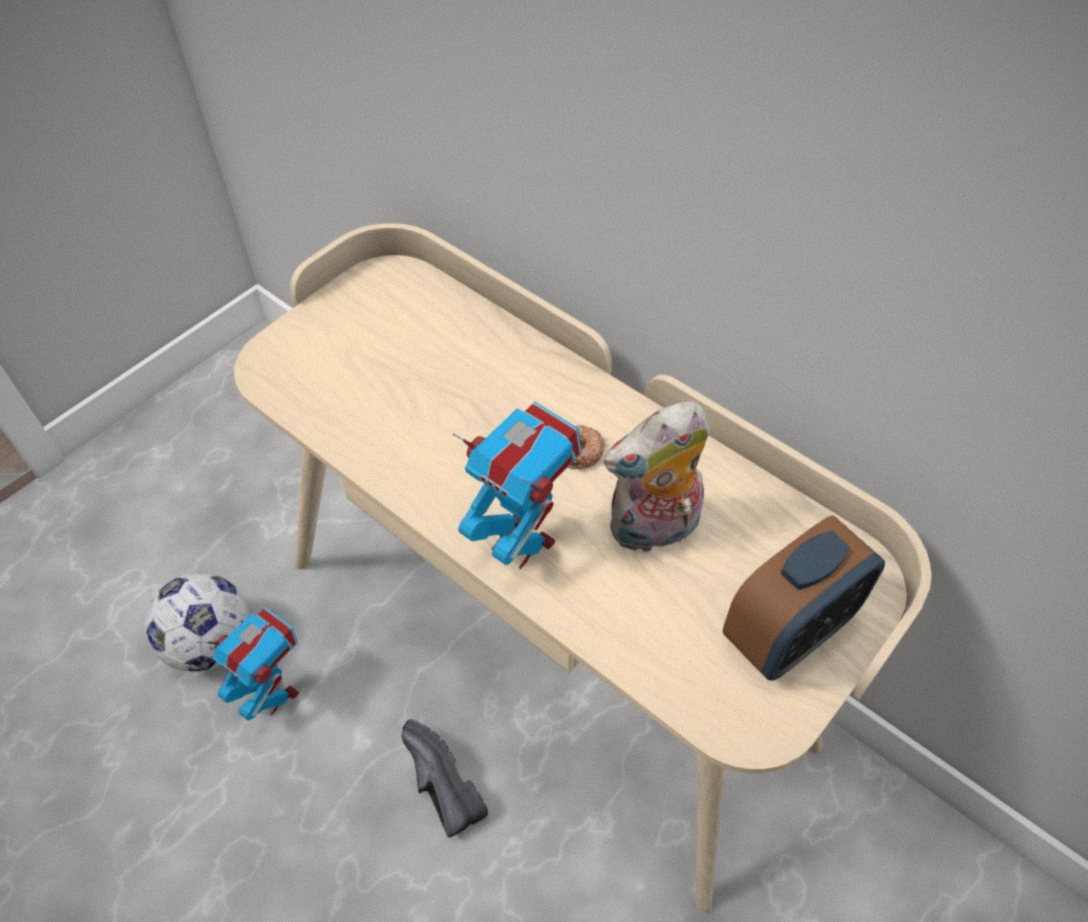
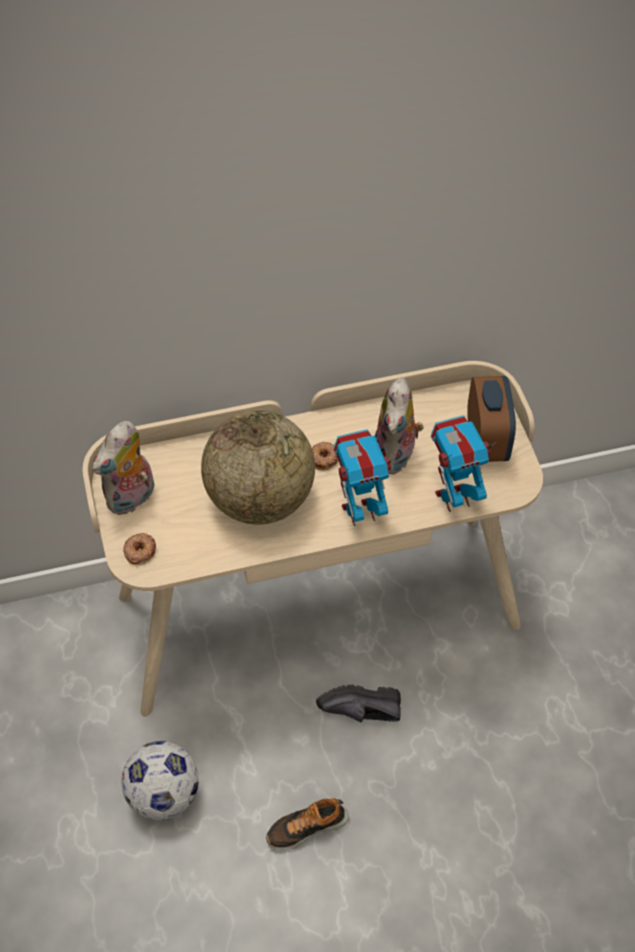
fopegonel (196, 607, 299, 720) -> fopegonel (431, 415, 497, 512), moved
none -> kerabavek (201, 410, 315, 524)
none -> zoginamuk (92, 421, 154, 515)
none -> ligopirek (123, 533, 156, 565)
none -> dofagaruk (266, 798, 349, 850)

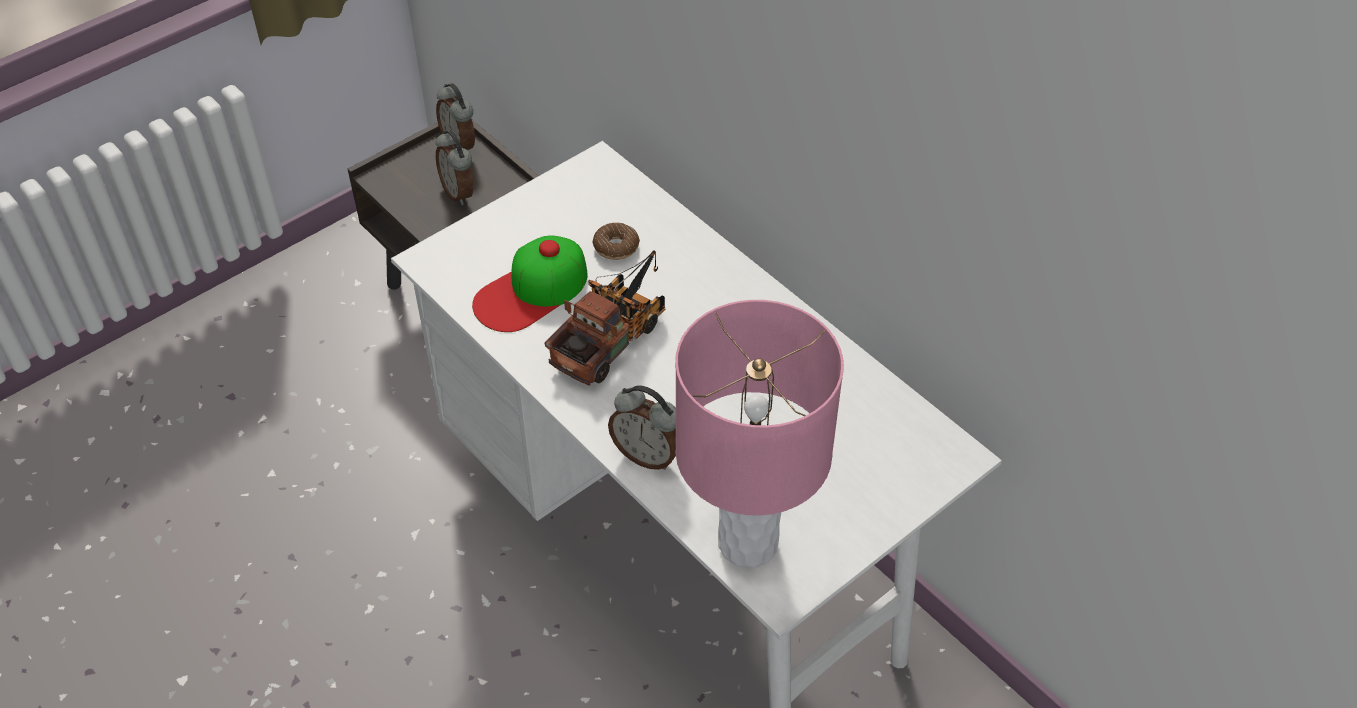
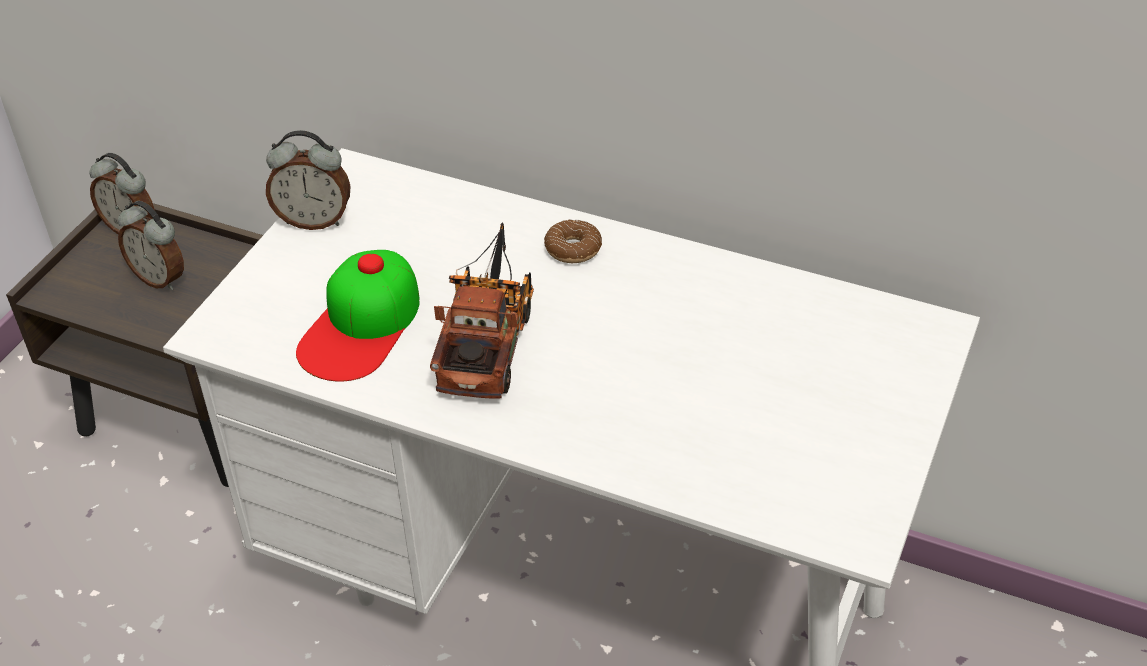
ligopirek (593, 222, 640, 260) -> ligopirek (544, 219, 602, 263), moved
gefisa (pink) (675, 300, 844, 568) -> none
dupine (608, 385, 676, 470) -> dupine (266, 130, 351, 230), moved

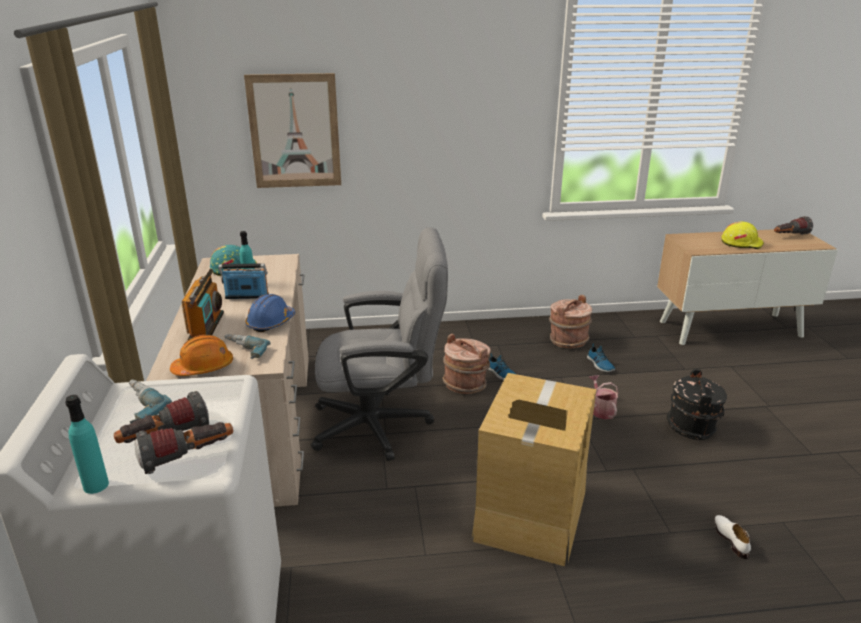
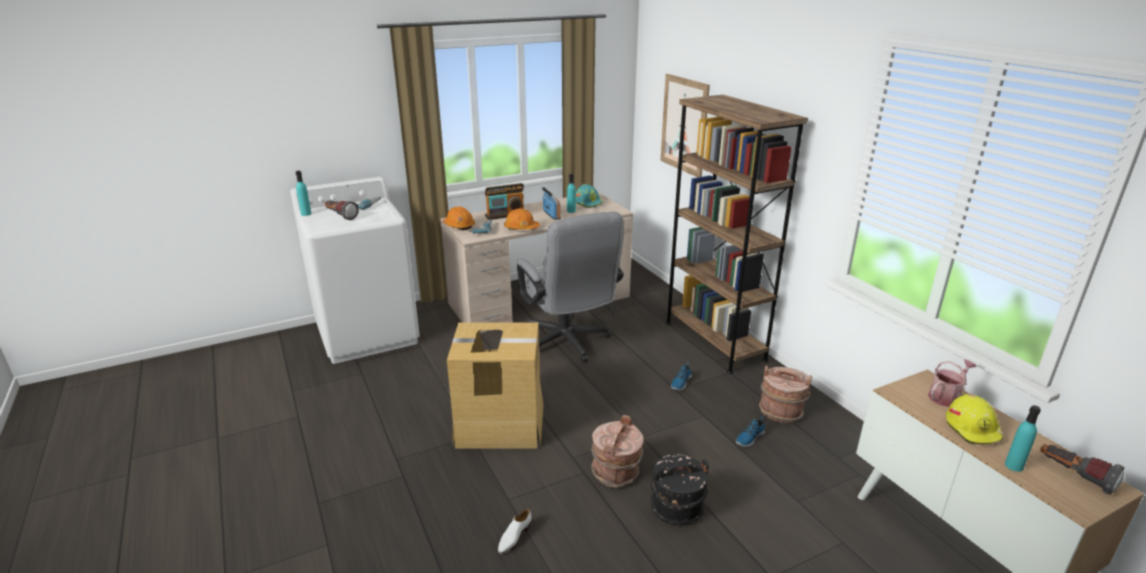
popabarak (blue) (245, 294, 295, 332) -> popabarak (orange) (504, 209, 540, 230)
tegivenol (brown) (442, 334, 490, 394) -> tegivenol (brown) (591, 415, 644, 488), moved
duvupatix (589, 375, 619, 419) -> duvupatix (928, 359, 977, 407), moved
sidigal (135, 422, 233, 474) -> none
dofagaruk (white) (714, 515, 751, 559) -> dofagaruk (white) (498, 509, 531, 554), 150 degrees clockwise
none -> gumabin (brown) (666, 95, 808, 374)
none -> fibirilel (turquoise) (1005, 405, 1041, 472)

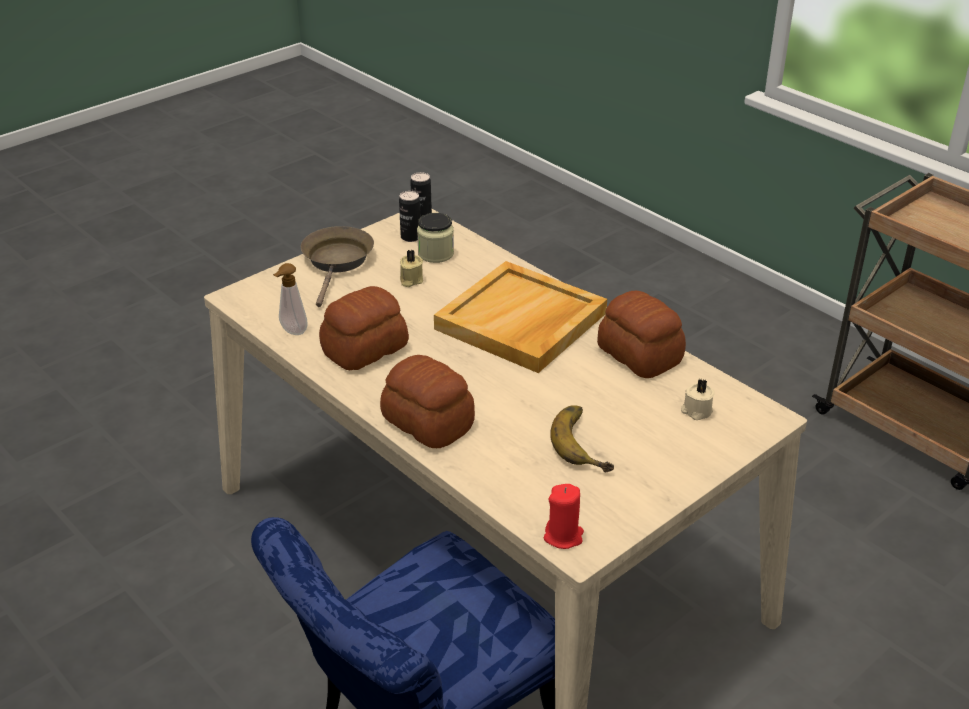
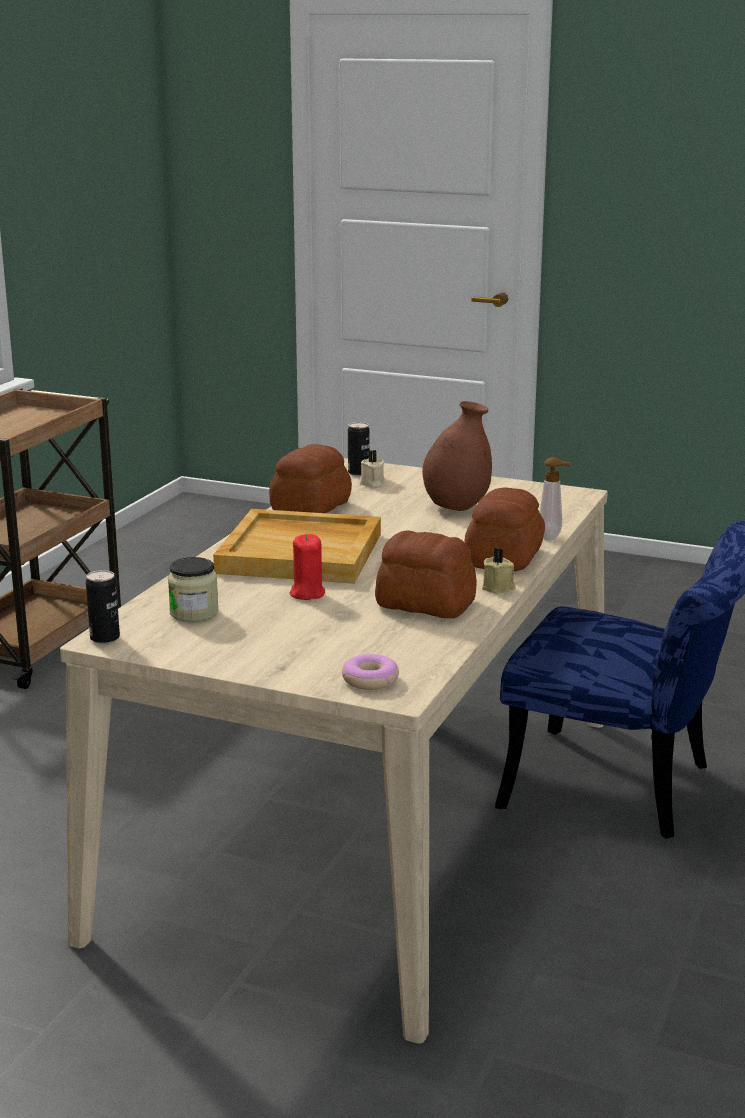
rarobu (399, 191, 420, 242) -> rarobu (348, 422, 370, 476), moved
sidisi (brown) (301, 226, 374, 307) -> none
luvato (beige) (400, 250, 423, 287) -> luvato (beige) (482, 548, 516, 594), moved
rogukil (273, 263, 308, 335) -> rogukil (539, 457, 571, 540), moved
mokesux (550, 405, 614, 472) -> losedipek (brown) (422, 401, 492, 511)
luvato (red) (544, 484, 584, 549) -> luvato (red) (290, 534, 325, 600), moved
none -> ligopirek (342, 654, 399, 690)

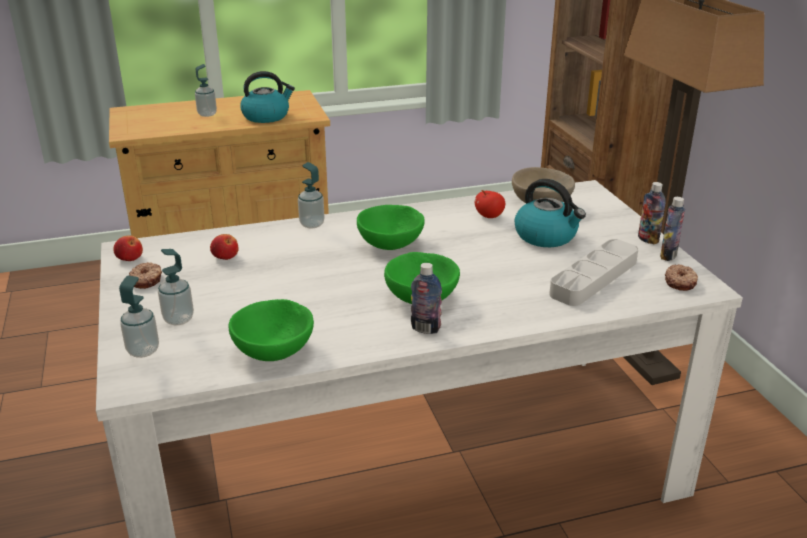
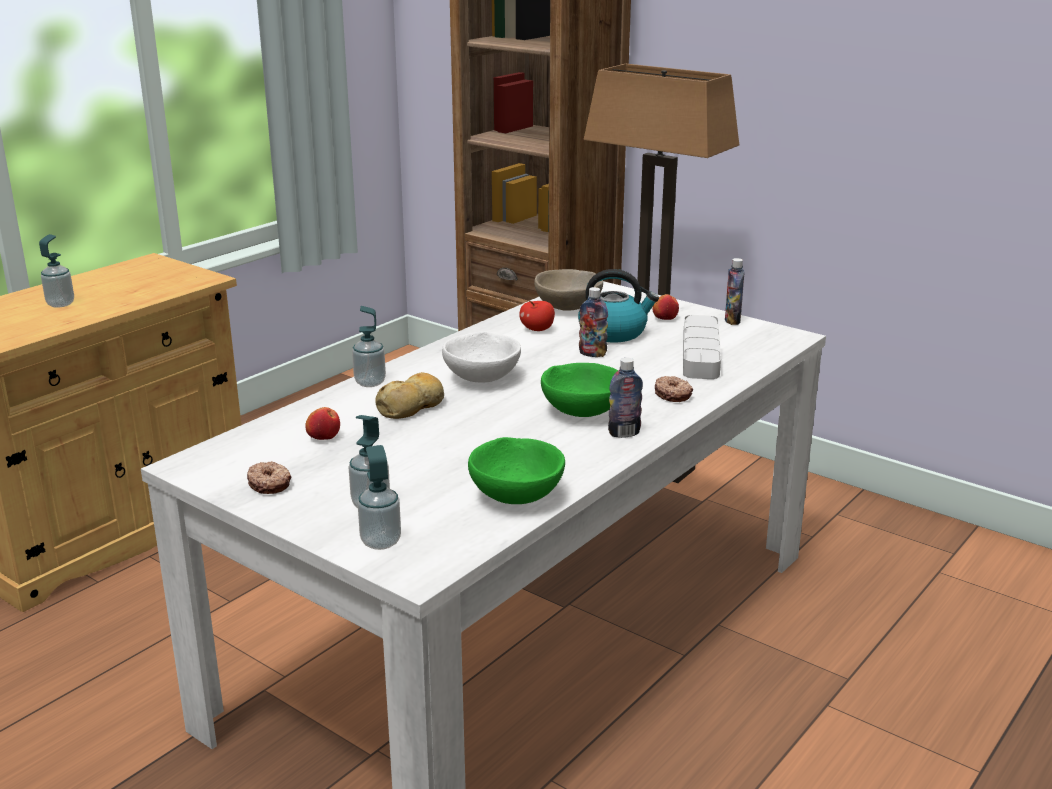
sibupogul (240, 71, 295, 123) -> none
fibirilel (638, 182, 665, 244) -> fibirilel (579, 287, 608, 357), moved
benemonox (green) (357, 205, 425, 250) -> benemonox (white) (442, 331, 521, 382)
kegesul (113, 235, 143, 261) -> kegesul (652, 294, 679, 320), moved
ligopirek (665, 264, 698, 291) -> ligopirek (655, 376, 693, 402), moved
none -> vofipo (375, 372, 444, 419)

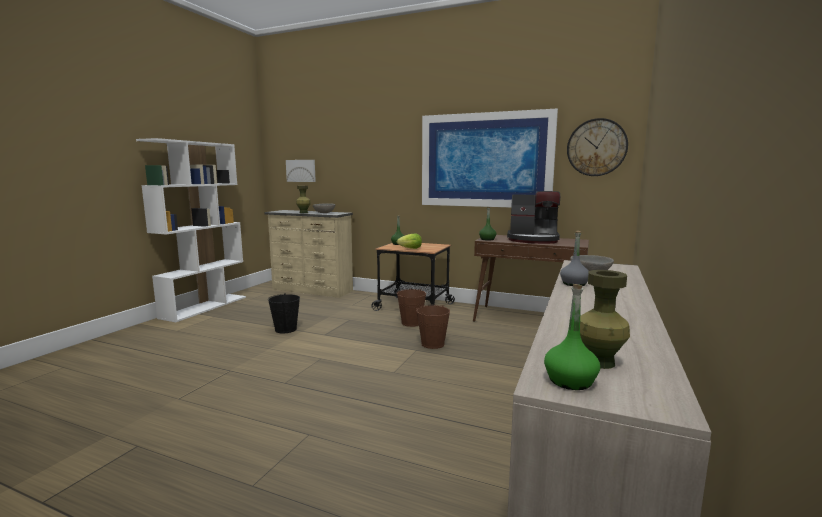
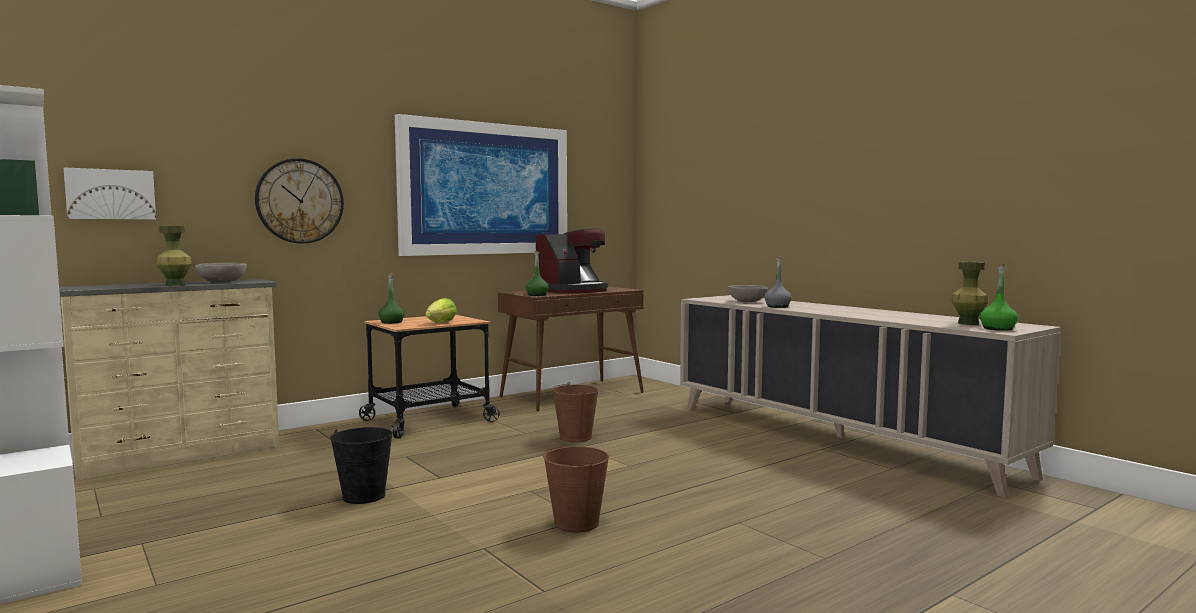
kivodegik (567, 118, 628, 176) -> kivodegik (255, 158, 344, 244), moved
tegivenol (brown) (397, 289, 426, 327) -> tegivenol (brown) (543, 444, 609, 533), moved

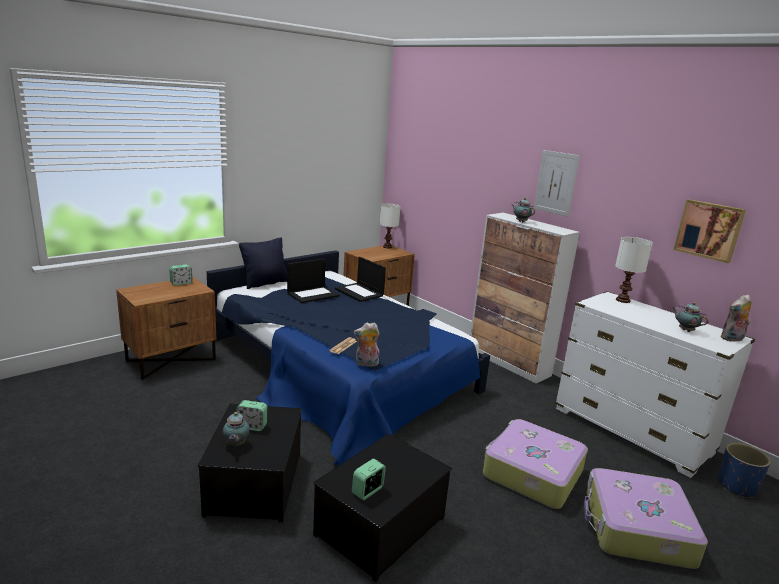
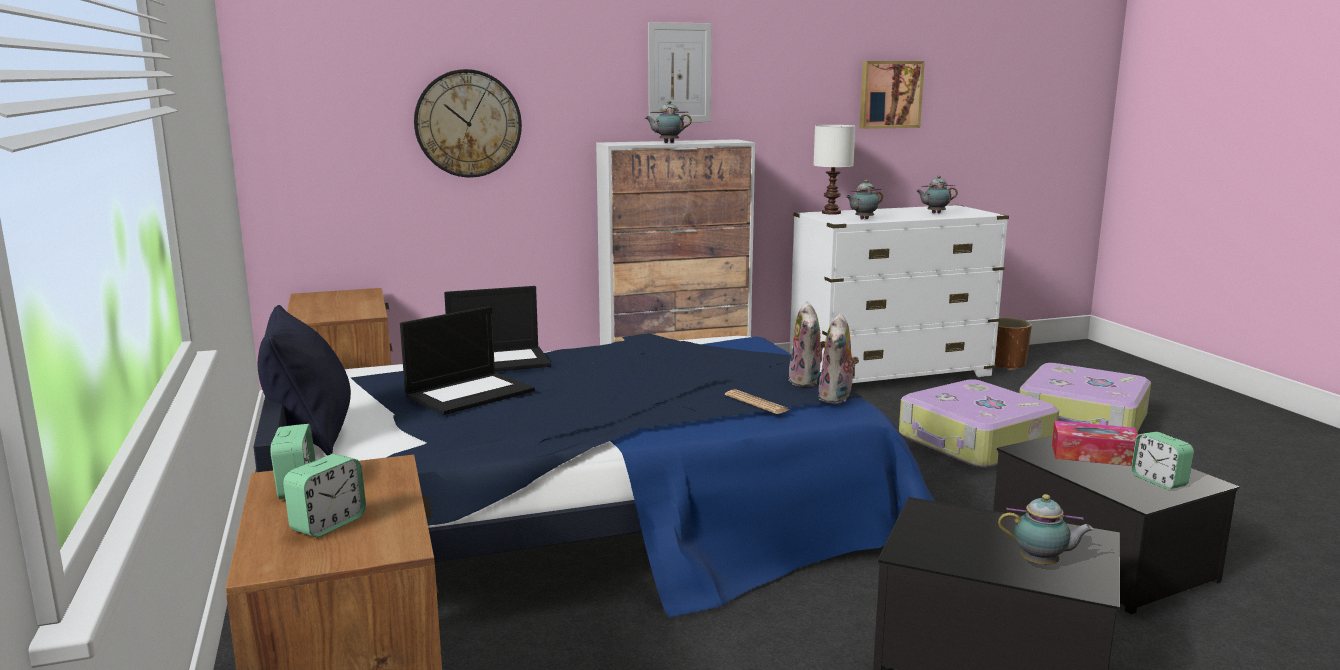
gefisa (white) (380, 204, 401, 248) -> none
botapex (287, 258, 340, 303) -> botapex (400, 306, 535, 415), 60 degrees clockwise
zoginamuk (721, 294, 751, 342) -> zoginamuk (788, 301, 825, 387), moved
dupine (236, 400, 267, 431) -> dupine (283, 454, 366, 537), moved
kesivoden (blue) (718, 443, 771, 498) -> kesivoden (brown) (995, 318, 1032, 370)
none -> kivodegik (414, 69, 522, 178)
none -> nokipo (846, 180, 883, 219)
none -> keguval (1052, 421, 1138, 466)

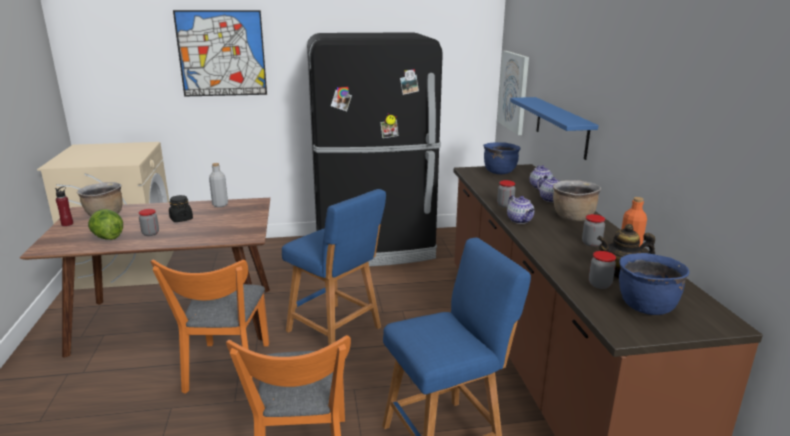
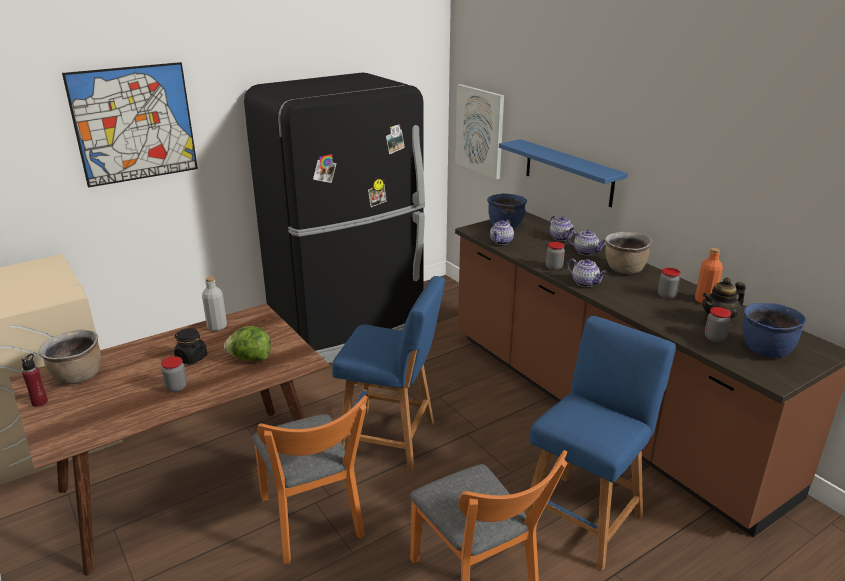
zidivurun (88, 209, 123, 240) -> zidivurun (224, 326, 271, 361), moved
none -> nokipo (490, 220, 514, 245)

